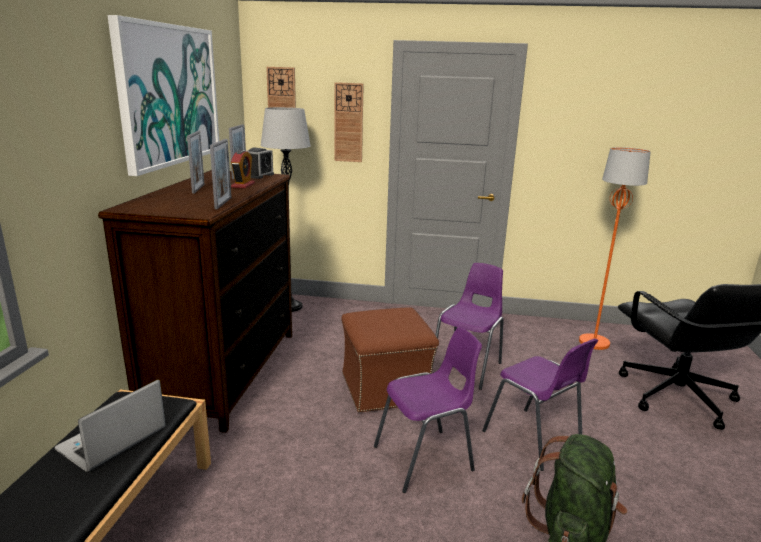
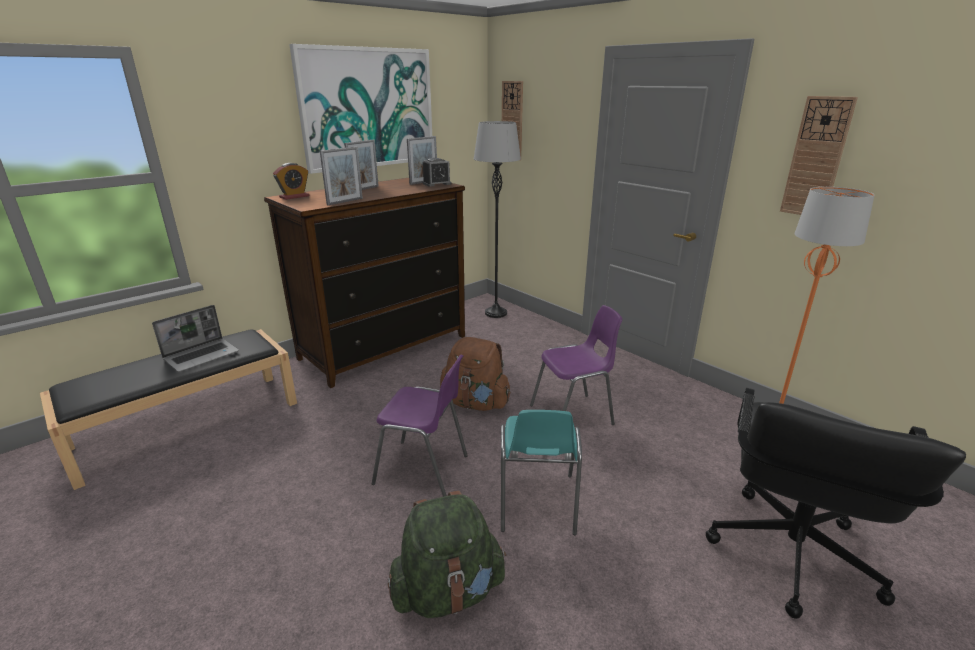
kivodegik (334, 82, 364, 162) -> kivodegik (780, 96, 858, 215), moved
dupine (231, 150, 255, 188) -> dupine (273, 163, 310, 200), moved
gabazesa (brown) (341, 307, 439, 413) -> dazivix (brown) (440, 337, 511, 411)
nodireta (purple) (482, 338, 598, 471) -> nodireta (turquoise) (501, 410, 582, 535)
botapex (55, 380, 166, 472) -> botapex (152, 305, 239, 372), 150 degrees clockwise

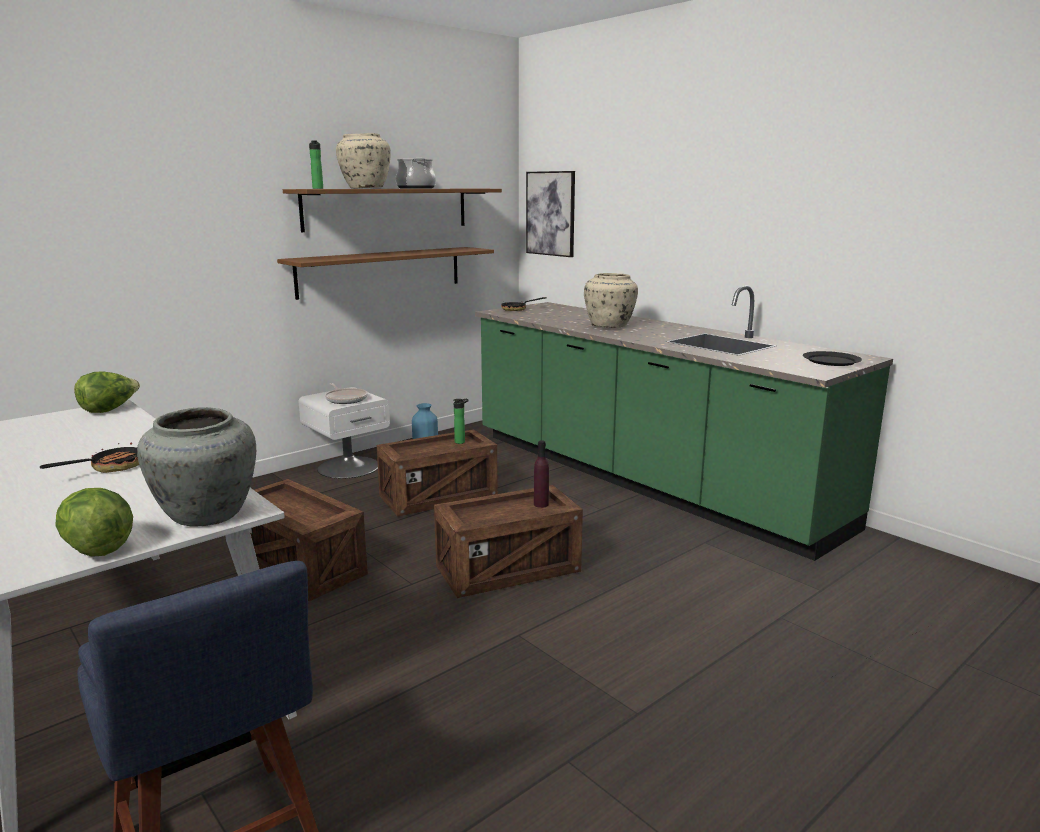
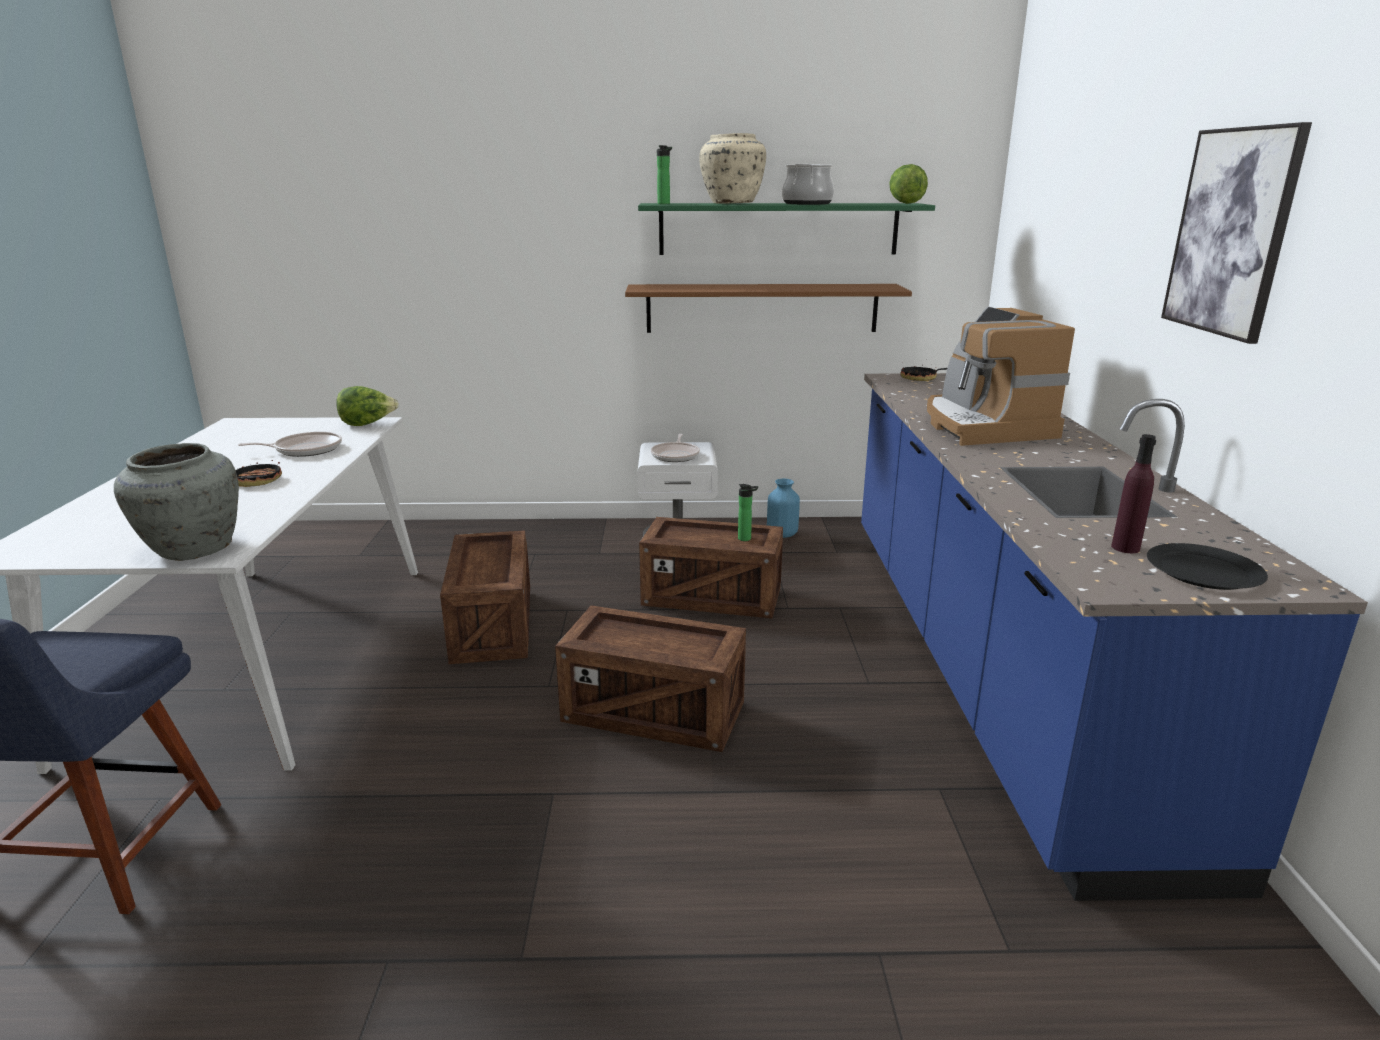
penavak (526, 171, 575, 257) -> penavak (1161, 122, 1312, 344), moved
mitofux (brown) (283, 189, 502, 232) -> mitofux (green) (638, 203, 935, 255)
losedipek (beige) (584, 273, 638, 328) -> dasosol (927, 307, 1075, 446)
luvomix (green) (475, 285, 893, 561) -> luvomix (blue) (861, 373, 1368, 901)
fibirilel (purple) (534, 440, 549, 508) -> fibirilel (purple) (1111, 434, 1156, 553), moved
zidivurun (55, 488, 133, 557) -> zidivurun (889, 164, 928, 204), moved
none -> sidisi (238, 432, 342, 457)

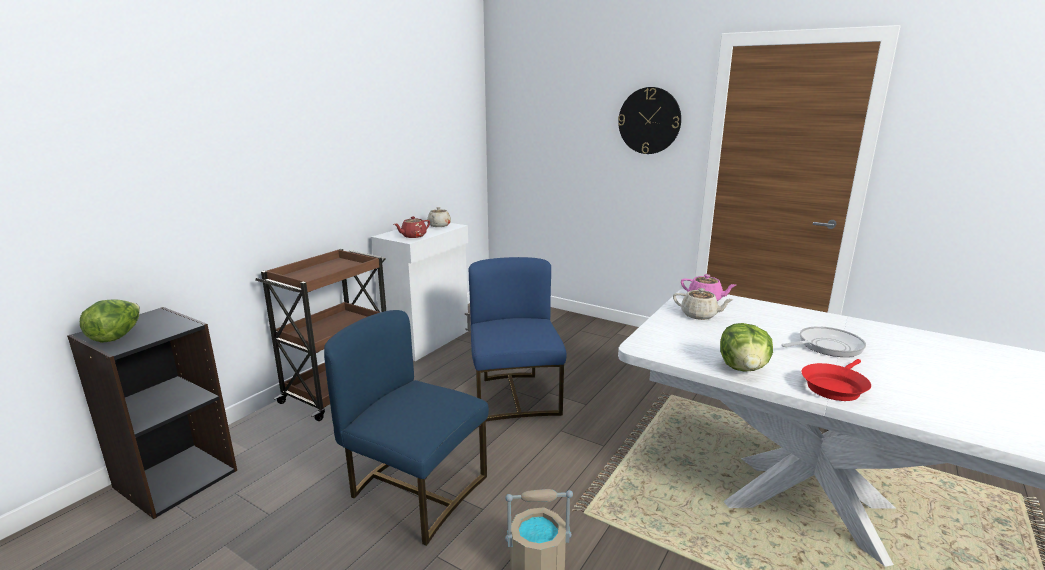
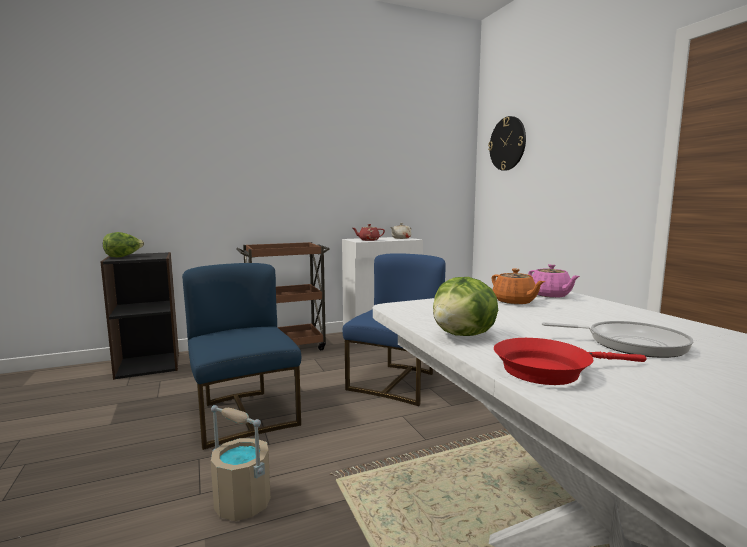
kivodegik (618, 87, 681, 154) -> kivodegik (488, 116, 526, 171), moved
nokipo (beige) (673, 288, 734, 320) -> nokipo (orange) (492, 269, 545, 304)

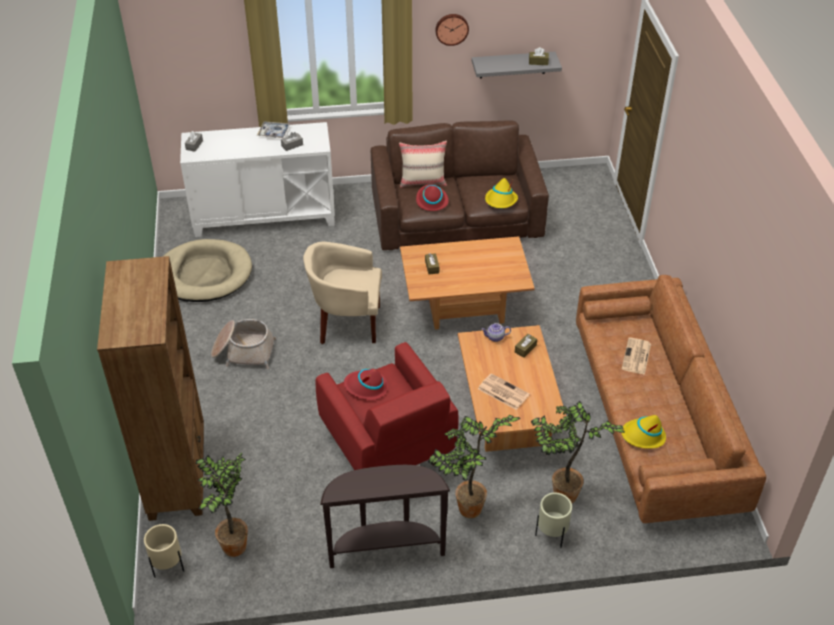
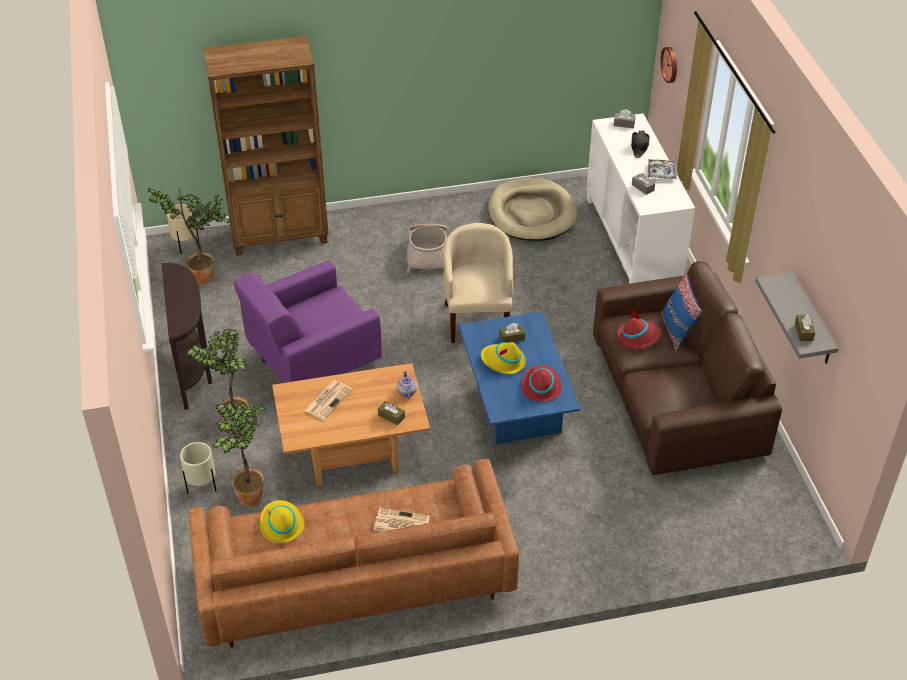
kivodegik (435, 14, 469, 46) -> kivodegik (661, 47, 677, 83), moved
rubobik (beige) (399, 141, 447, 188) -> rubobik (blue) (662, 273, 702, 352)
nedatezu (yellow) (485, 178, 518, 208) -> nedatezu (yellow) (481, 342, 526, 374), moved
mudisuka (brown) (400, 236, 535, 330) -> mudisuka (blue) (459, 312, 580, 444)
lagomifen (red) (316, 342, 459, 470) -> lagomifen (purple) (234, 260, 382, 383)
nedatezu (red) (344, 369, 388, 400) -> nedatezu (red) (521, 365, 561, 402), moved
none -> nedatezu (black) (631, 130, 650, 158)

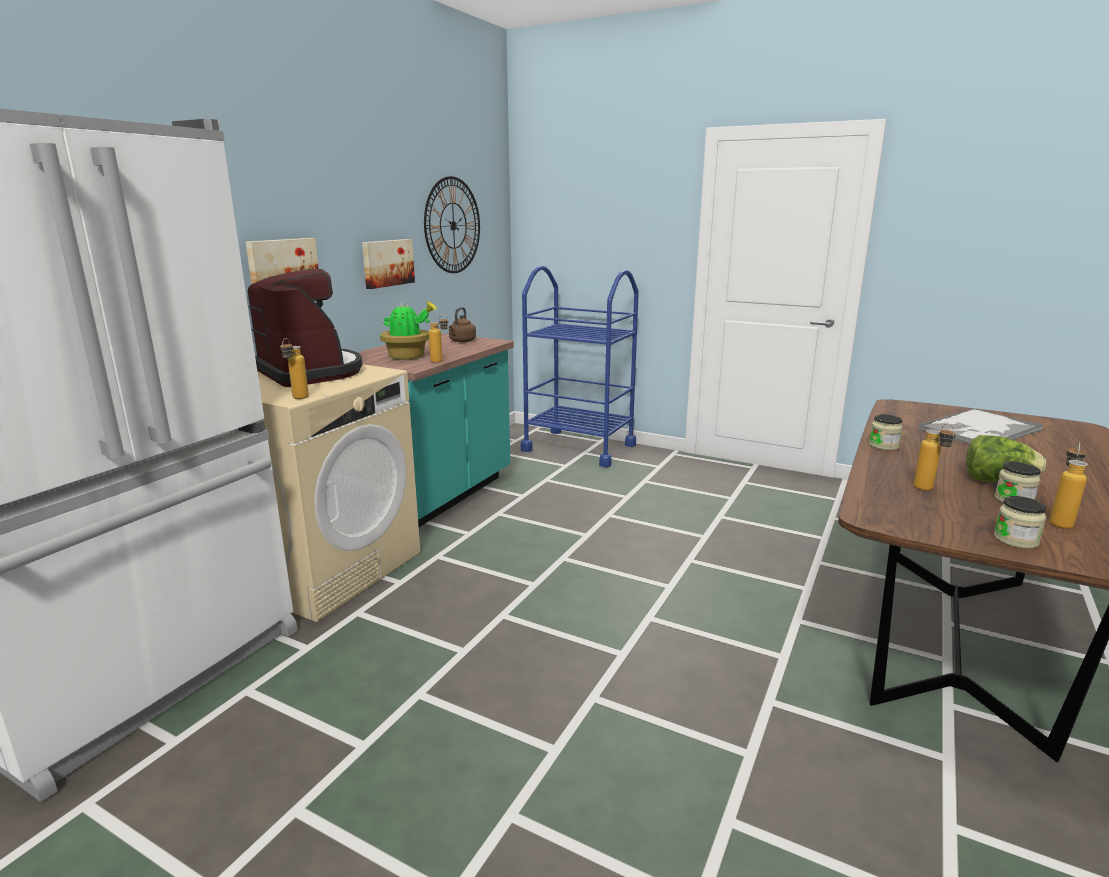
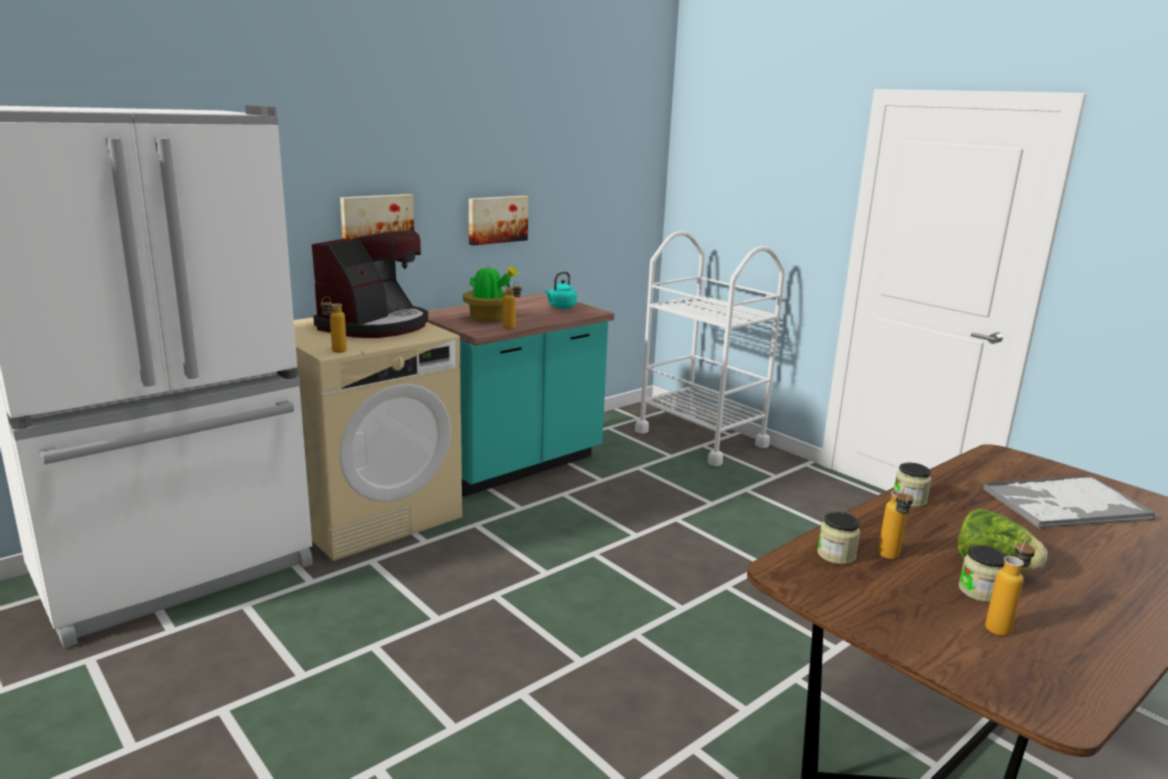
kivodegik (424, 176, 480, 273) -> none
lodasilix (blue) (521, 266, 639, 467) -> lodasilix (white) (635, 231, 785, 466)
dasosol (248, 269, 362, 387) -> dasosol (312, 231, 428, 338), 45 degrees clockwise
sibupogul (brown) (449, 307, 476, 342) -> sibupogul (turquoise) (545, 272, 577, 309)
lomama (994, 496, 1046, 549) -> lomama (817, 512, 860, 564), moved

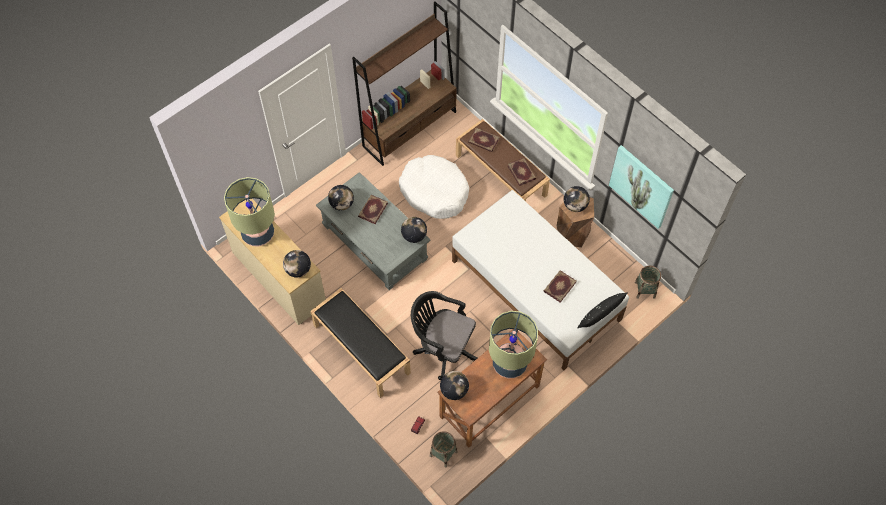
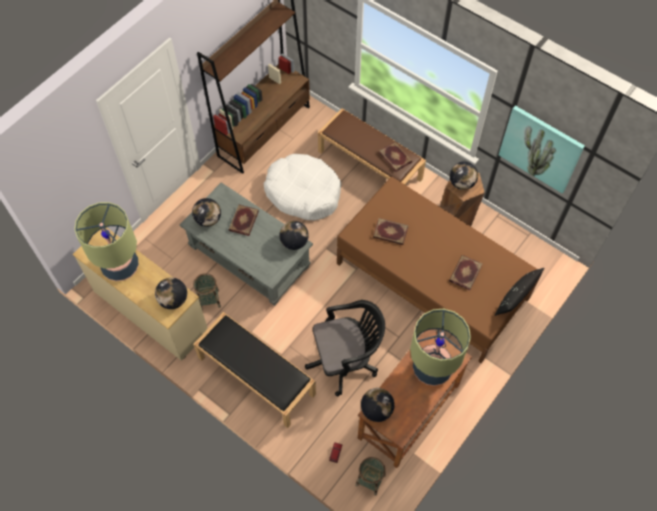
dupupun (468, 128, 500, 152) -> dupupun (373, 218, 409, 245), moved
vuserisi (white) (452, 190, 629, 370) -> vuserisi (brown) (337, 177, 541, 363)
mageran (635, 266, 661, 299) -> mageran (193, 273, 221, 311), moved
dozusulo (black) (411, 291, 477, 380) -> dozusulo (black) (305, 300, 385, 396), 150 degrees clockwise

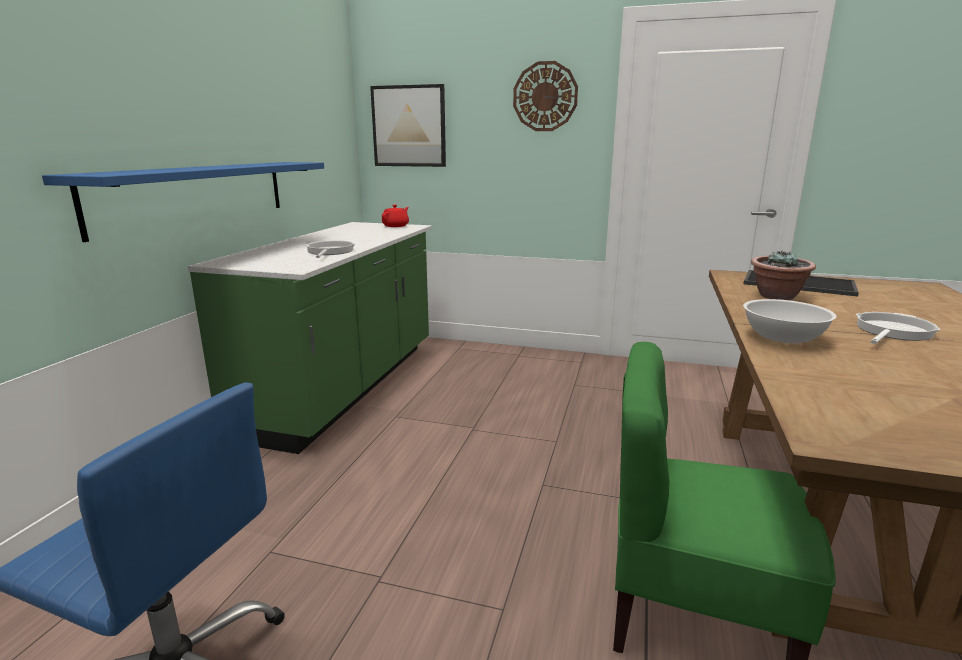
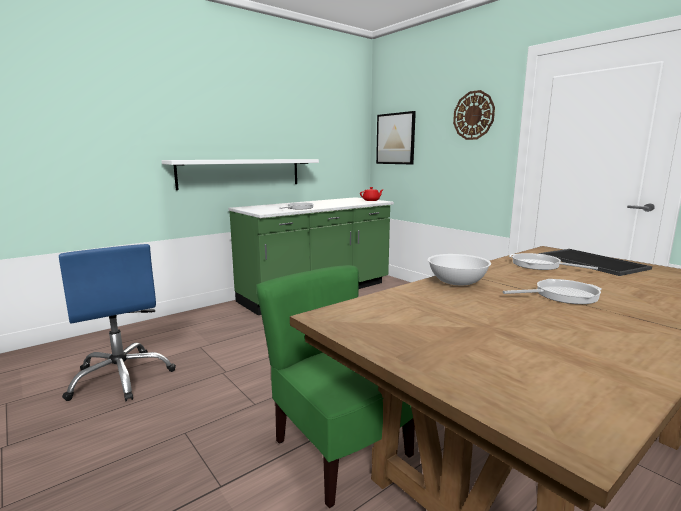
mitofux (blue) (42, 162, 324, 242) -> mitofux (white) (161, 159, 319, 190)
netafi (751, 251, 816, 300) -> sidisi (509, 253, 598, 270)

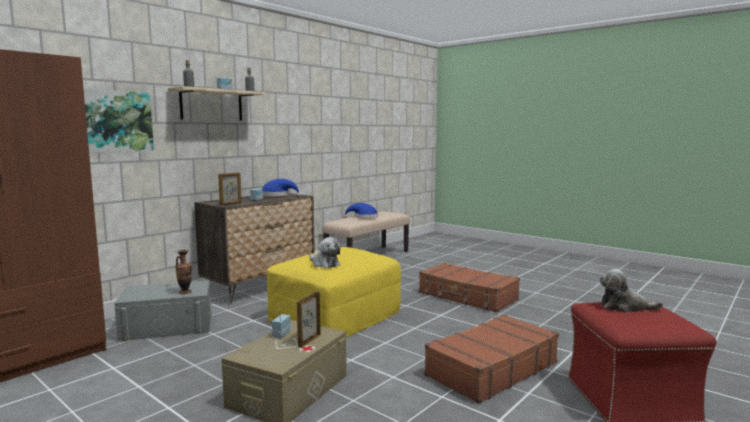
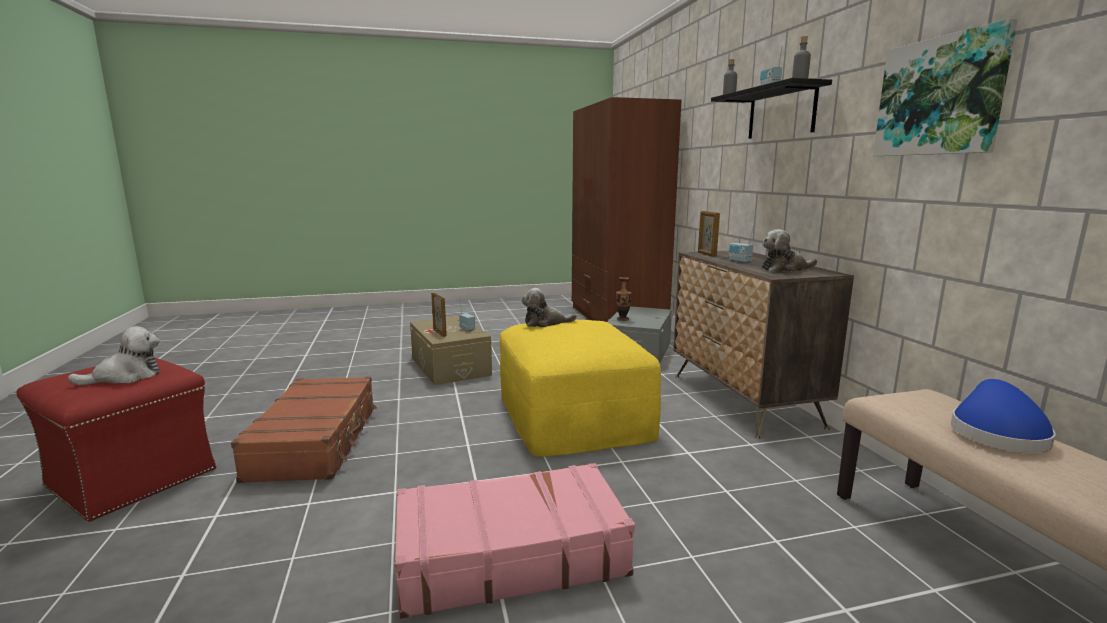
mitofux (beige) (168, 86, 265, 120) -> mitofux (black) (711, 78, 832, 139)
penavak (84, 89, 154, 153) -> penavak (873, 18, 1018, 156), moved
nedatezu (blue) (262, 179, 301, 197) -> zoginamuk (762, 229, 817, 272)
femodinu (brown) (419, 263, 520, 313) -> femodinu (pink) (395, 463, 635, 619)

